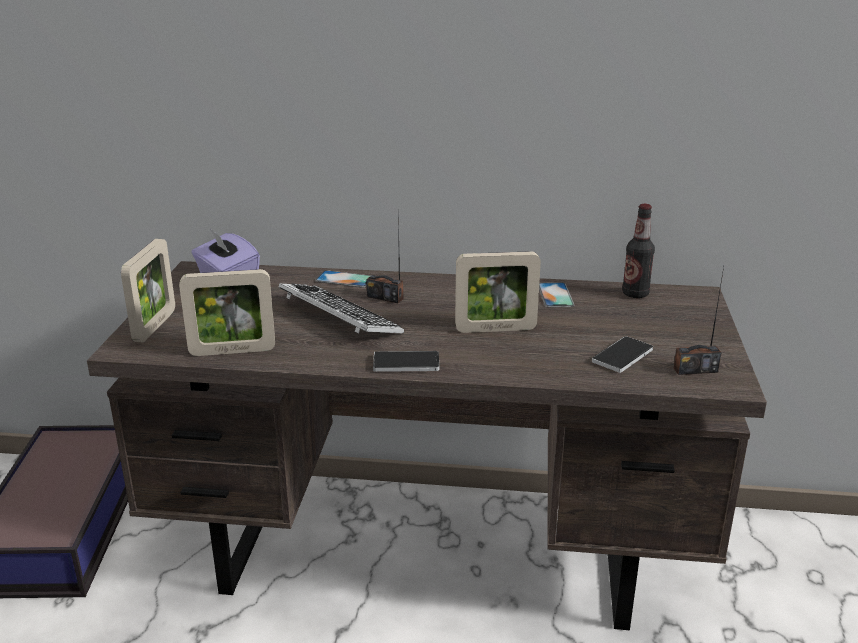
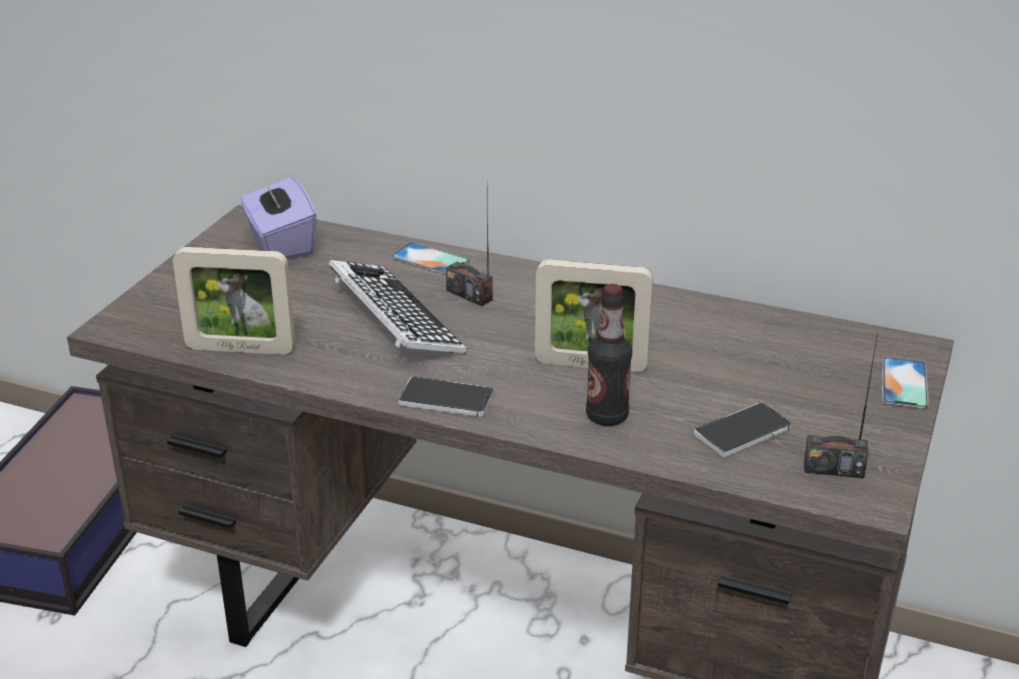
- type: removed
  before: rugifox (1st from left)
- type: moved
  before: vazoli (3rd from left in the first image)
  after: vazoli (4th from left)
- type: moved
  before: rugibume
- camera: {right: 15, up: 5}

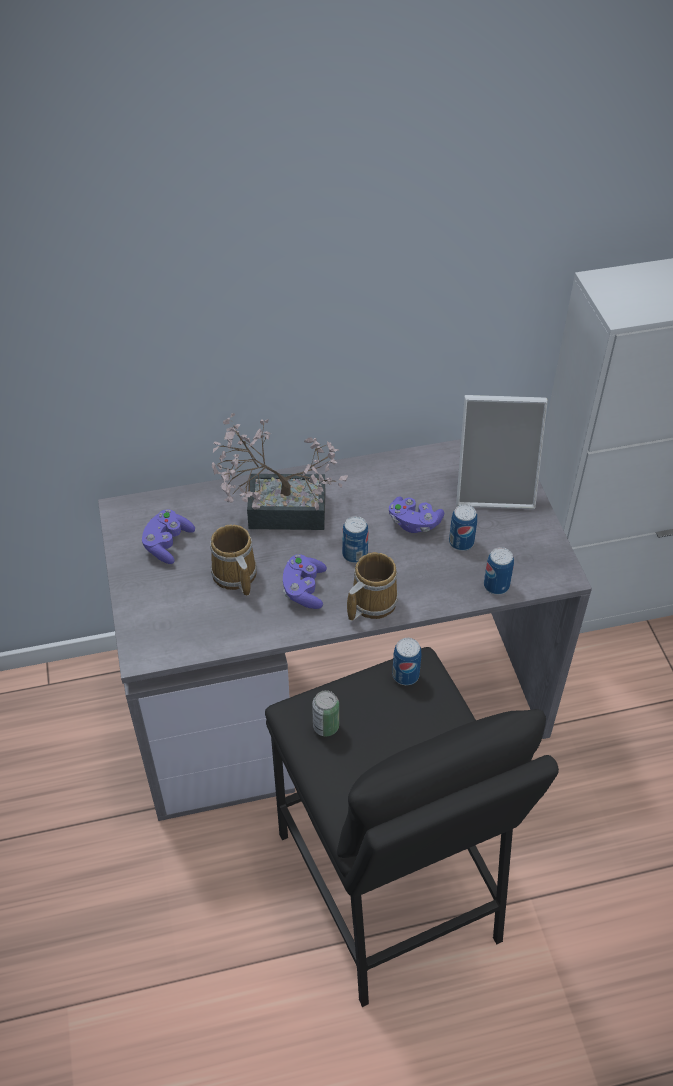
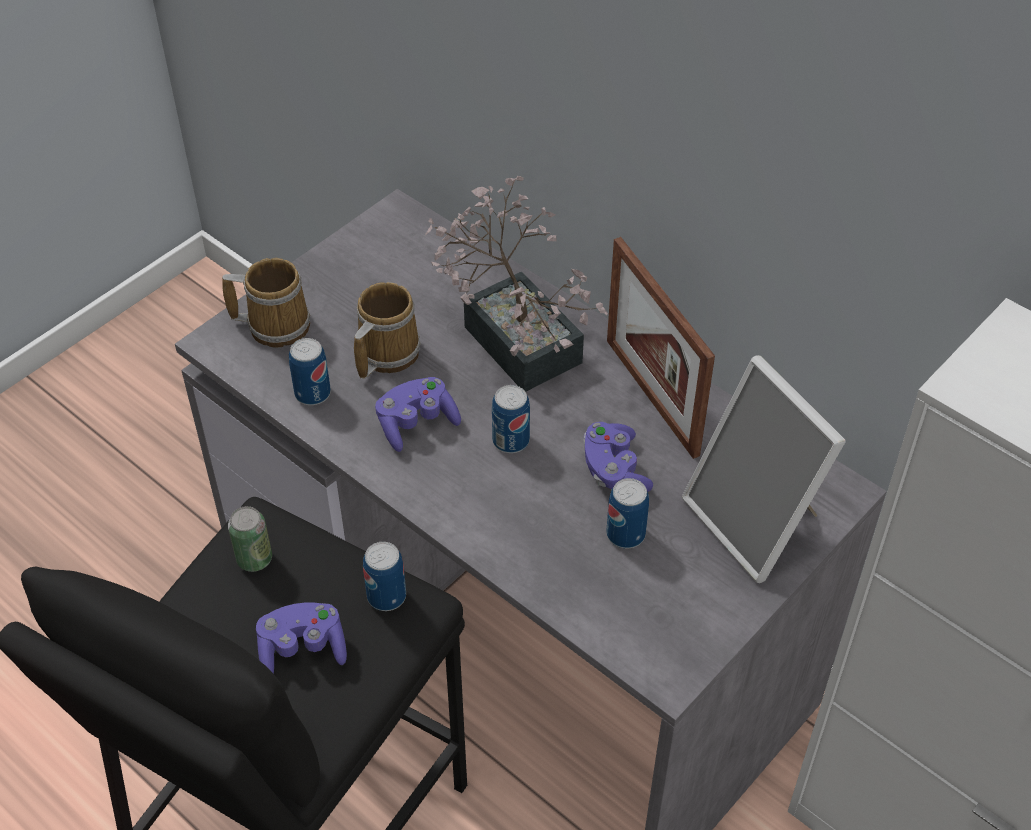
- type: moved
  before: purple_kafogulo (1st from left)
- type: moved
  before: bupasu (2nd from left in the first image)
  after: bupasu (1st from left)
- type: moved
  before: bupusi (5th from left in the first image)
  after: bupusi (2nd from left)
- type: added
  after: rugifox (1st from left)
- camera: {right: 55, up: 0}

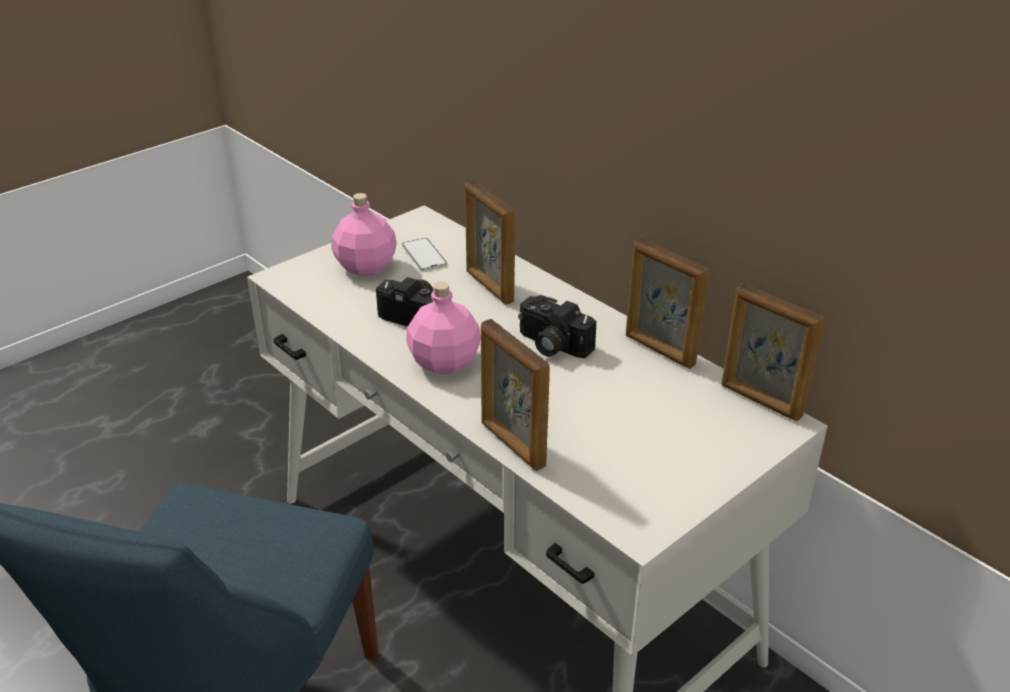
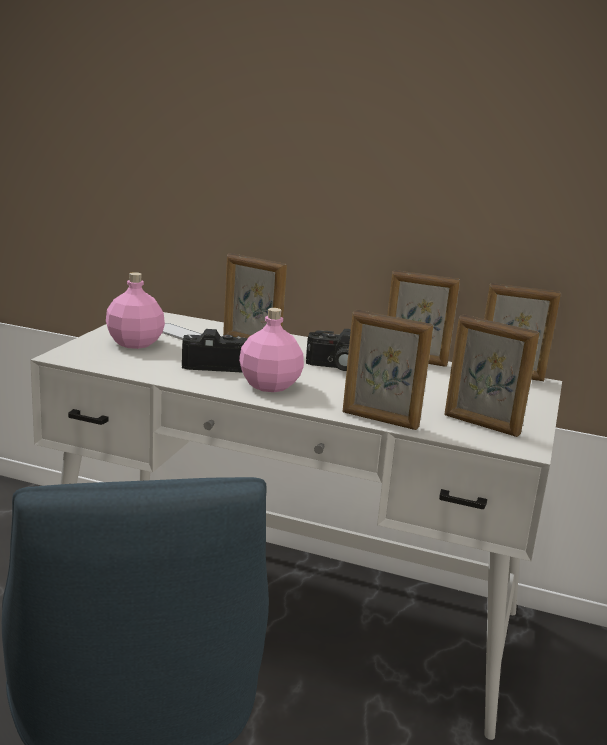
- type: added
  after: rugifox (4th from left)
- camera: {right: -30, up: -15}

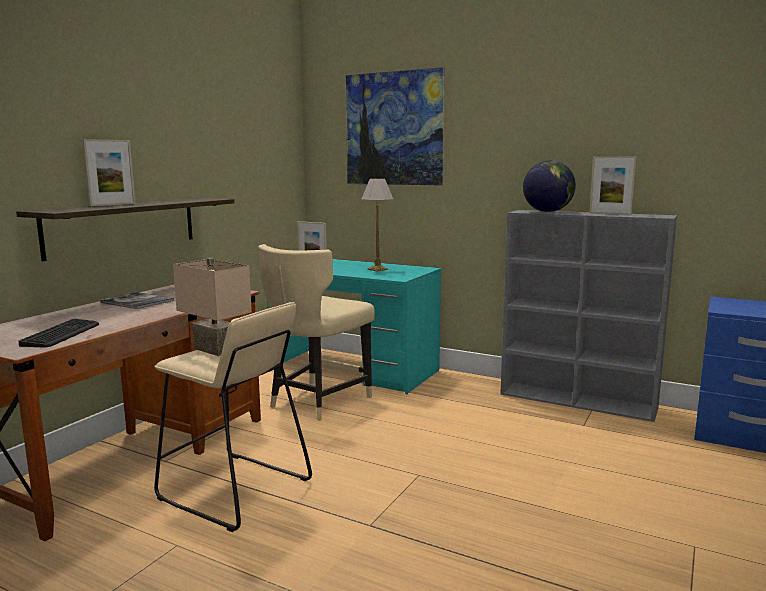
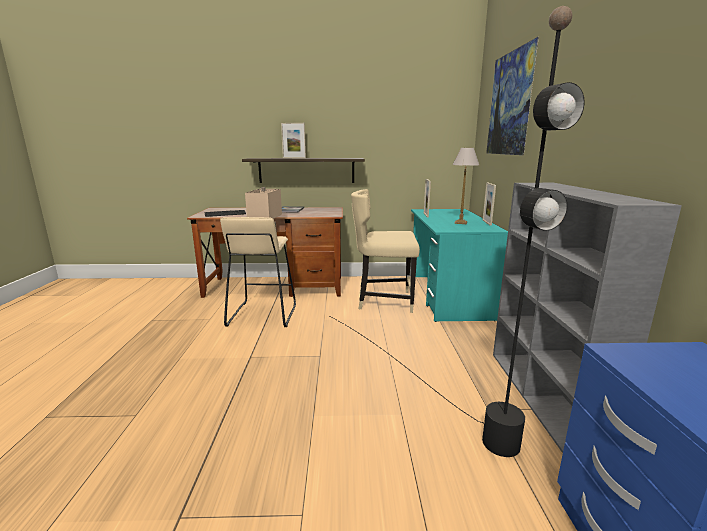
- type: removed
  before: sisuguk
- type: moved
  before: rugifox (3rd from left)
- type: added
  after: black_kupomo
- camera: {right: 60, up: 5}

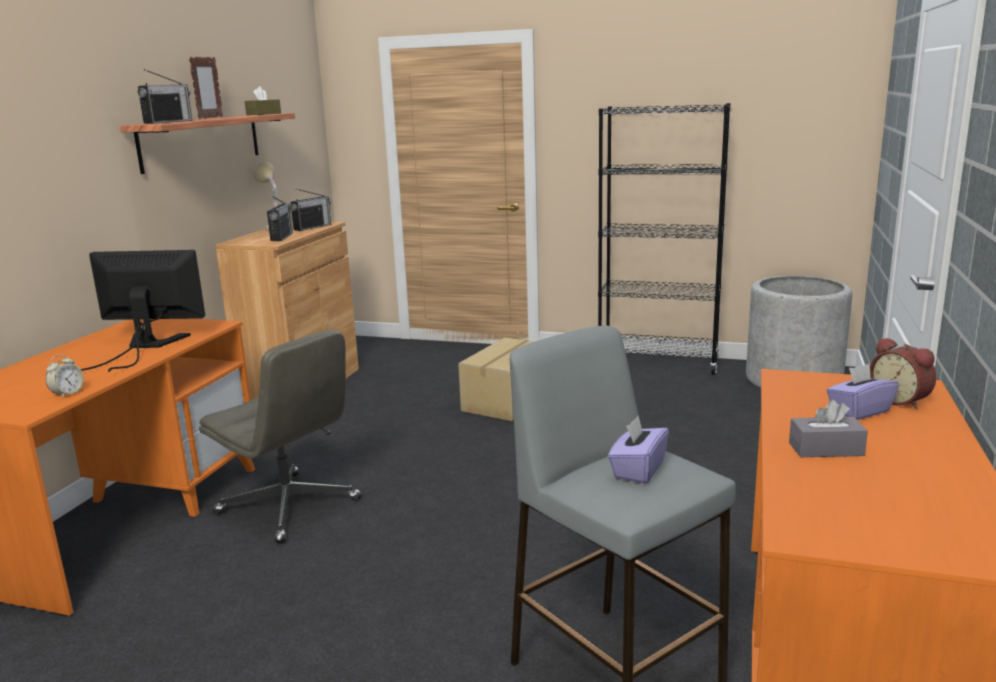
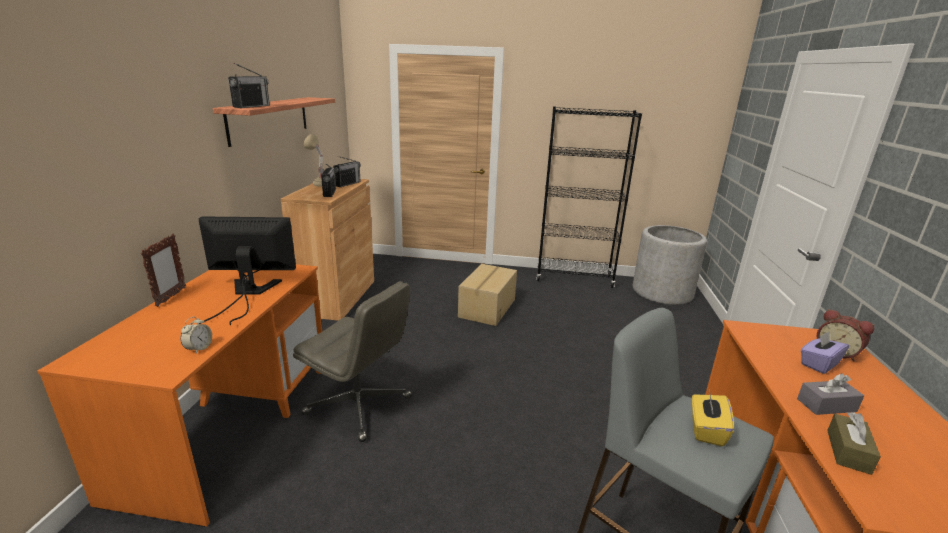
- type: moved
  before: rugifox
- type: moved
  before: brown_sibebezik
- type: recoloured
  before: purple_sibebezik (1st from left)
  after: yellow_sibebezik
- camera: {right: -10, up: 5}

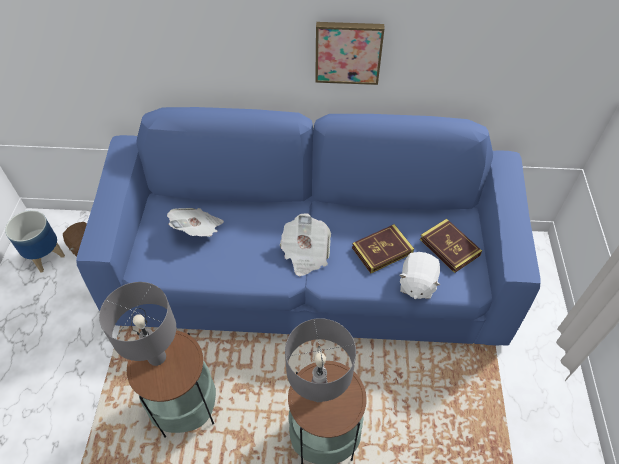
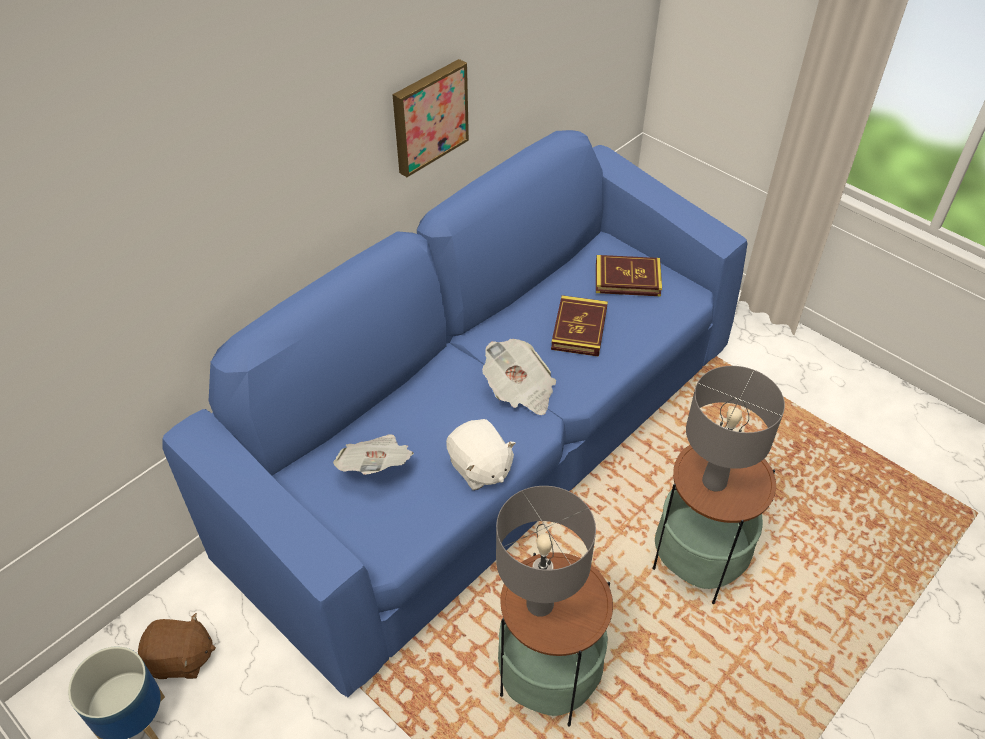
- type: moved
  before: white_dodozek
- camera: {right: -50, up: -5}

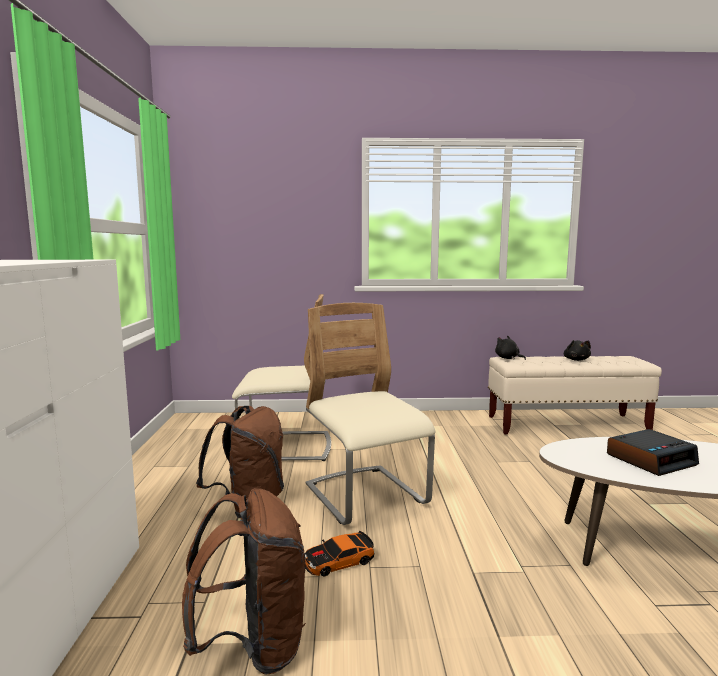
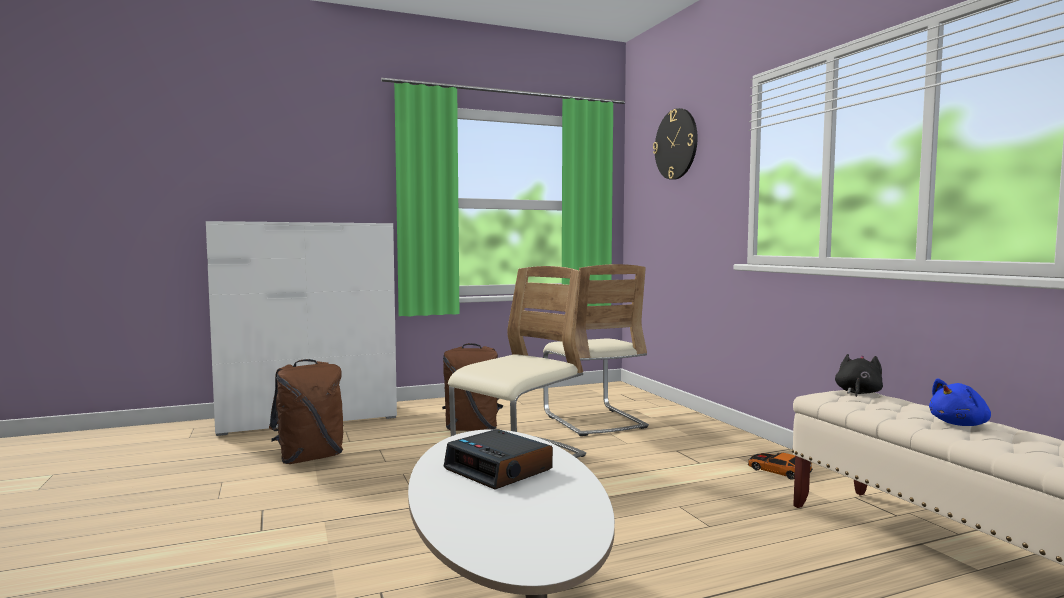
- type: moved
  before: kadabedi
- type: recoloured
  before: black_dodozek (2nd from left)
  after: blue_dodozek
- type: added
  after: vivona
- camera: {right: 70, up: -5}

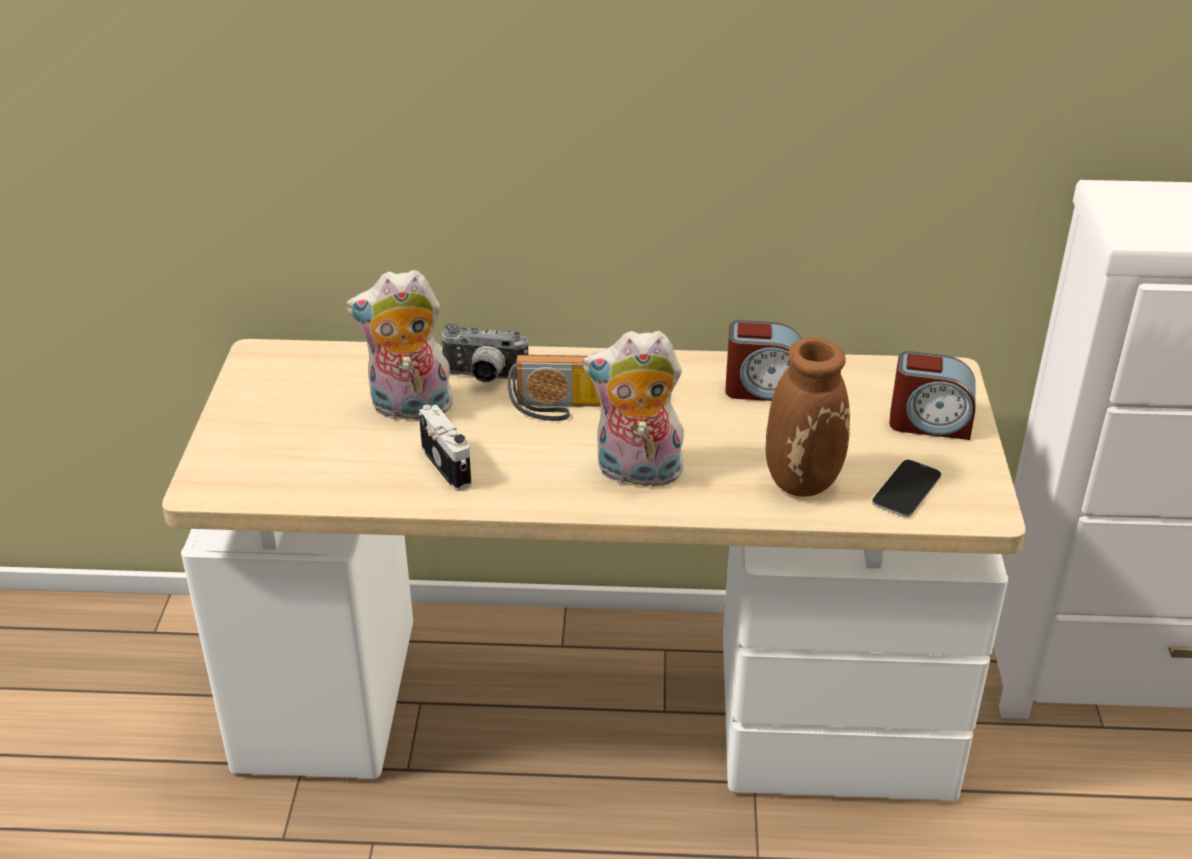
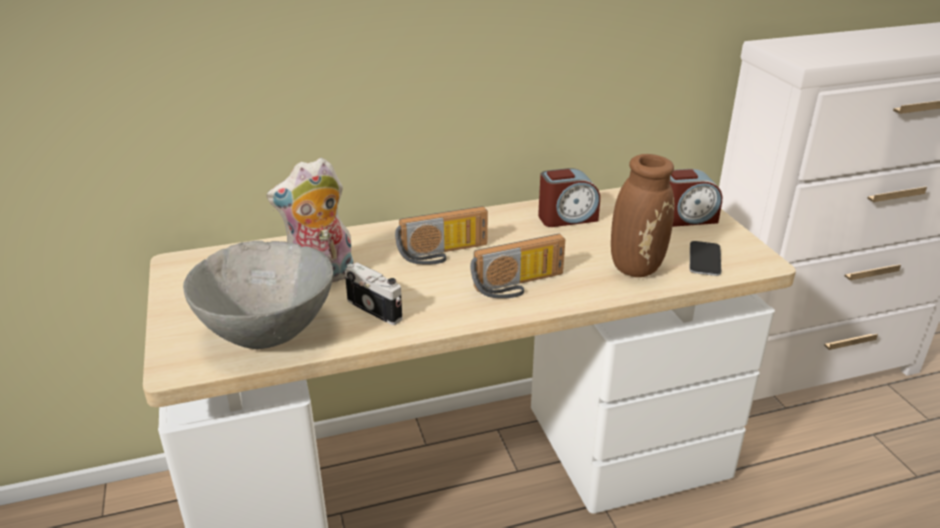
- type: removed
  before: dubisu (2nd from left)
- type: replaced
  before: dodozek (2nd from left)
  after: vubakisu (2nd from left)
- type: added
  after: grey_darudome
- camera: {right: -20, up: -5}

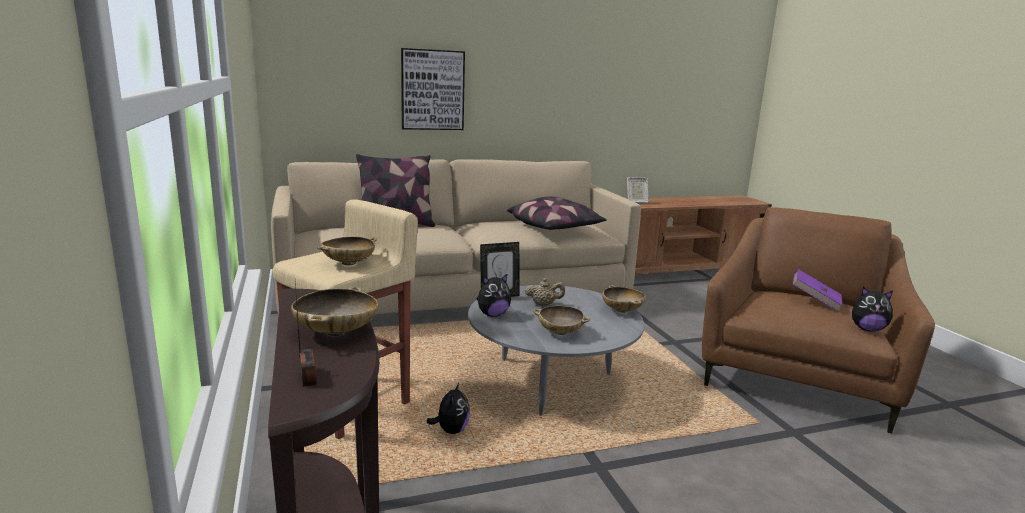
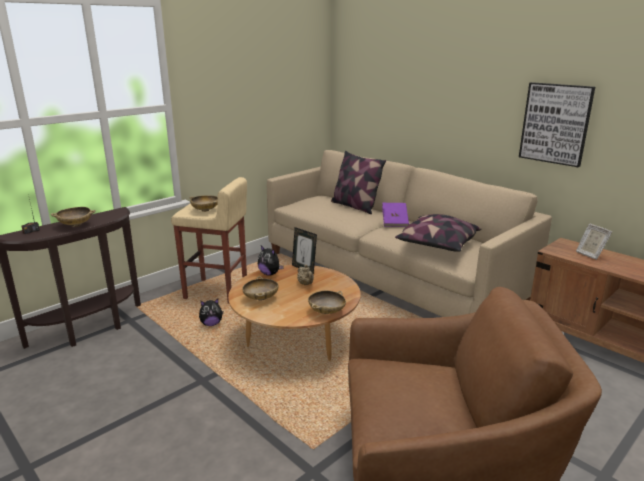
- type: moved
  before: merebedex
- type: recoloured
  before: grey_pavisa
  after: brown_pavisa
- type: moved
  before: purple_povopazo
- type: removed
  before: dodozek (3rd from left)
- camera: {right: 65, up: 5}

